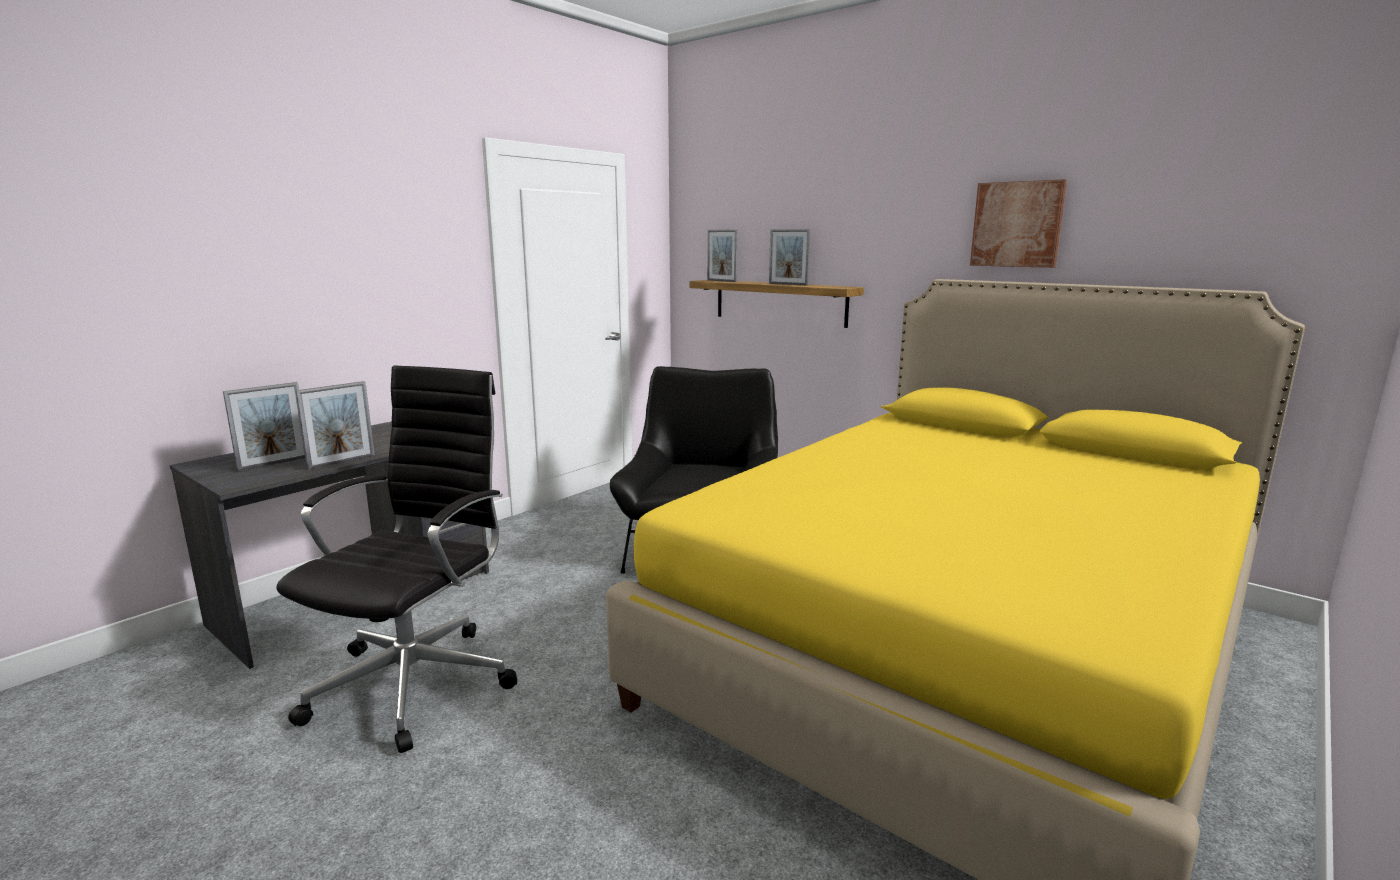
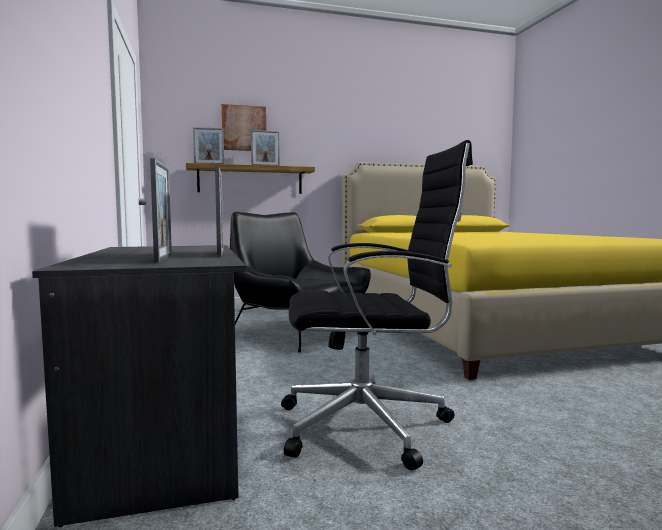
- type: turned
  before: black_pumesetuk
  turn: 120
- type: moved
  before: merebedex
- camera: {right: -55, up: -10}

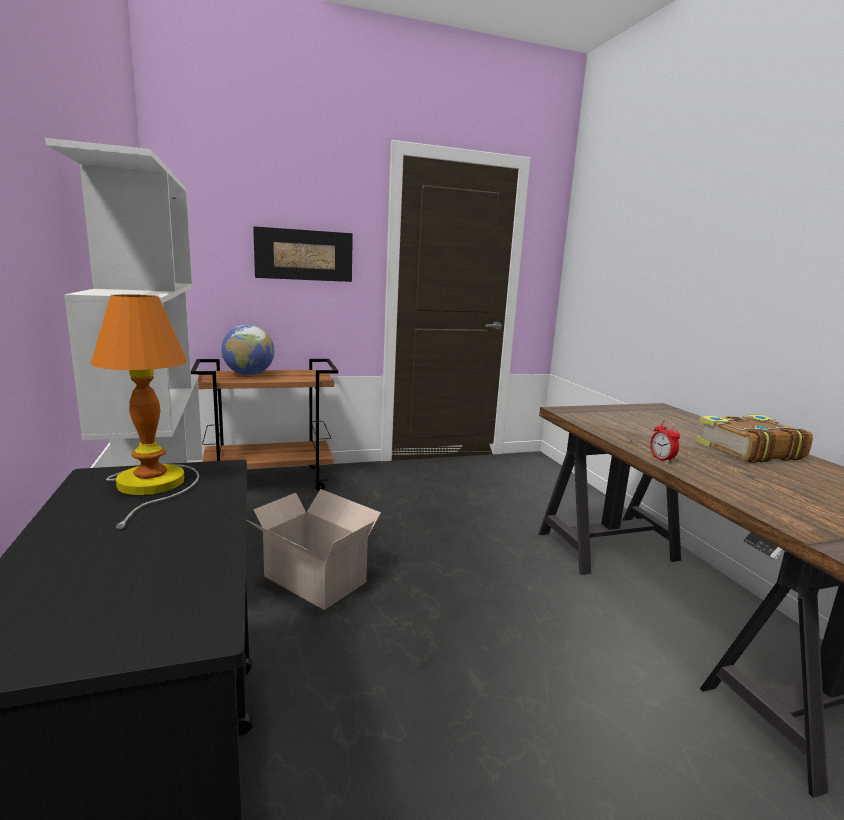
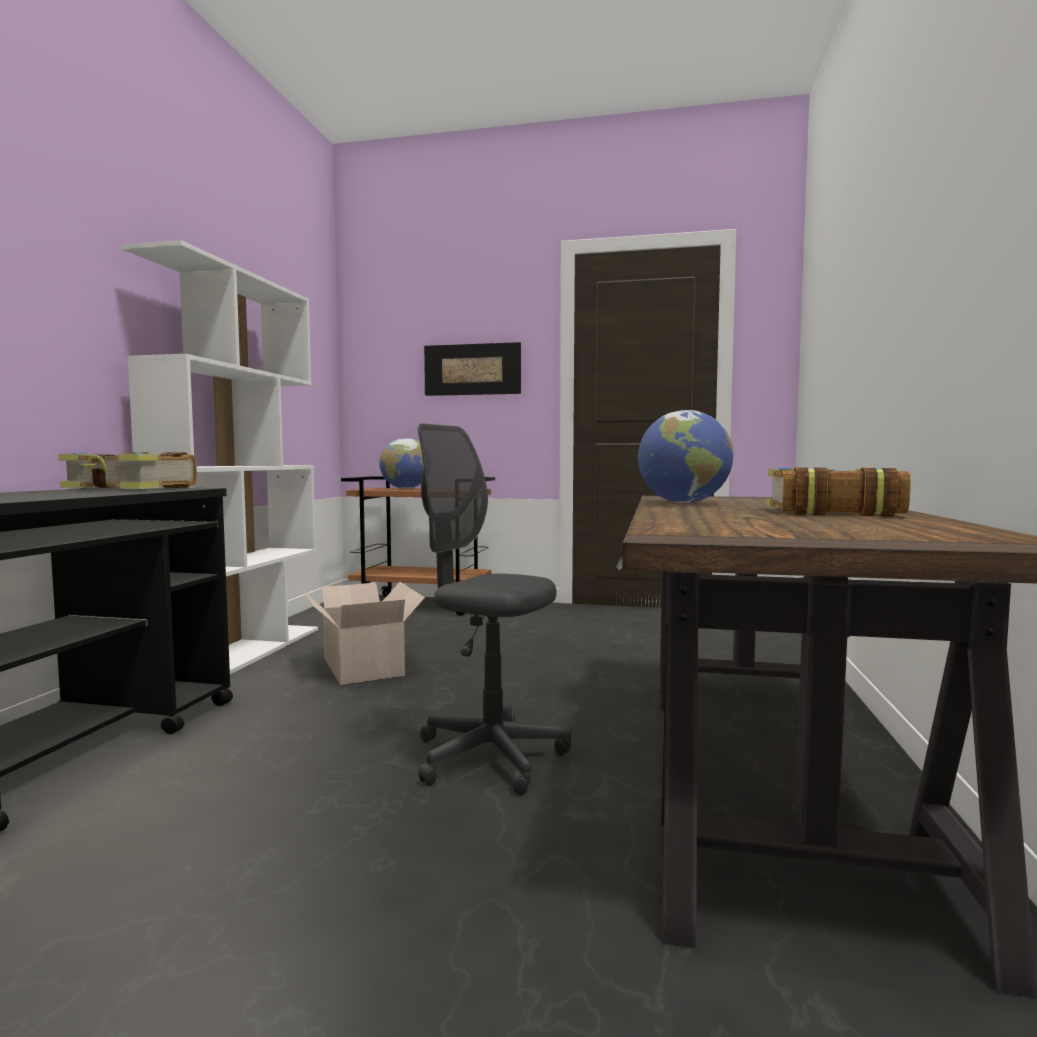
- type: replaced
  before: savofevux
  after: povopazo (1st from left)
- type: removed
  before: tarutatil
- type: added
  after: grey_pumesetuk
- type: added
  after: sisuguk (2nd from left)
- camera: {right: 30, up: -10}

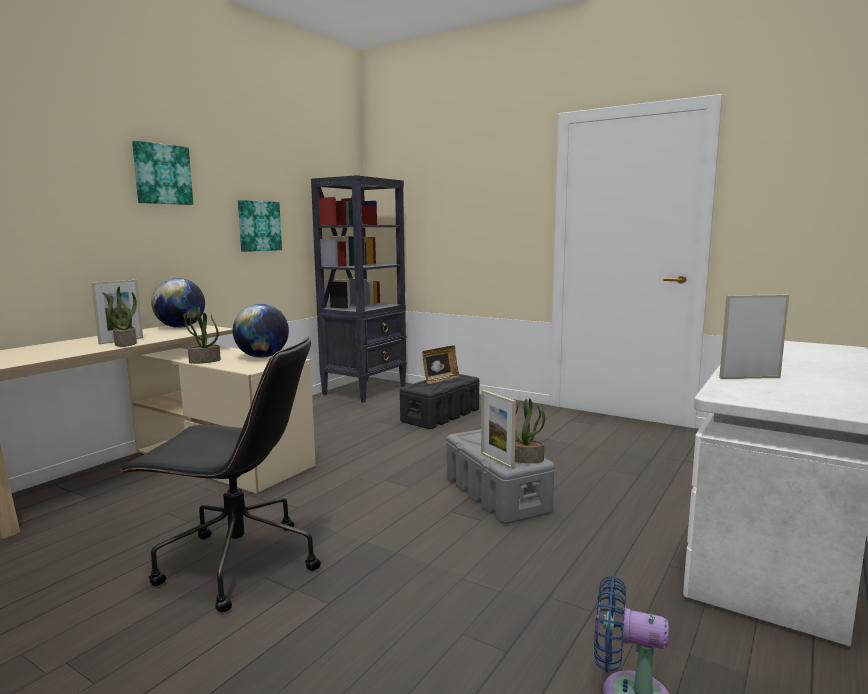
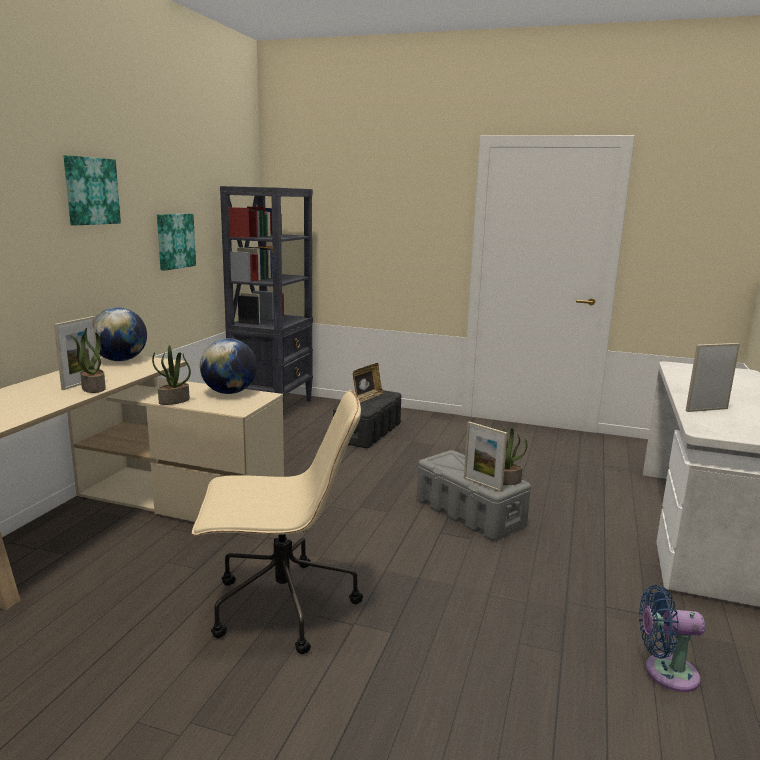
- type: recoloured
  before: black_pumesetuk
  after: beige_pumesetuk
- camera: {right: -15, up: 5}

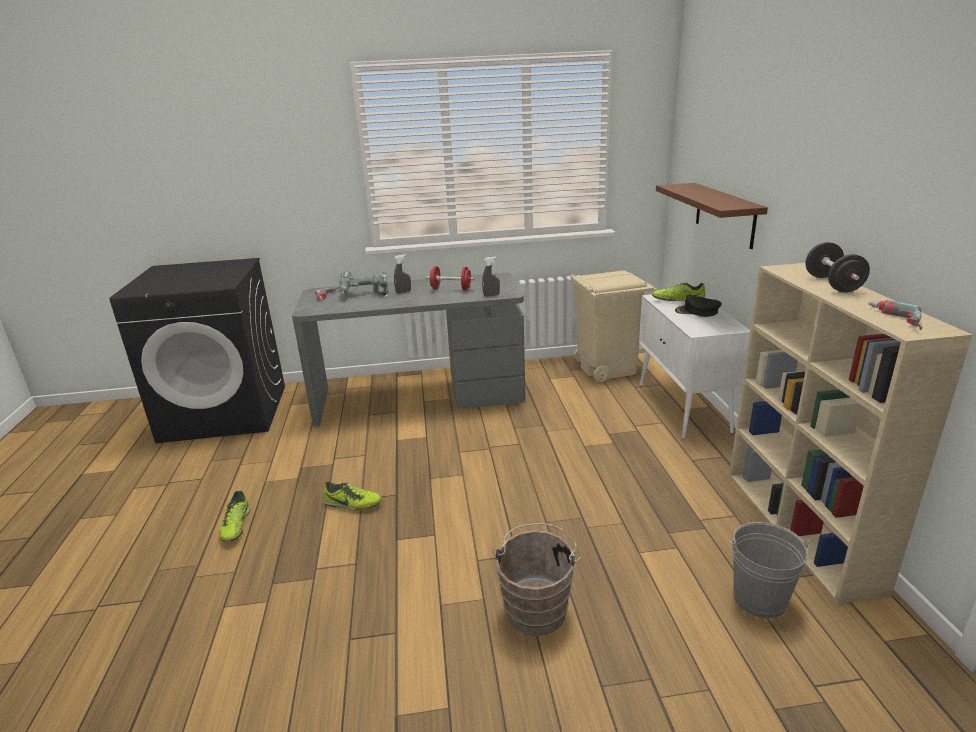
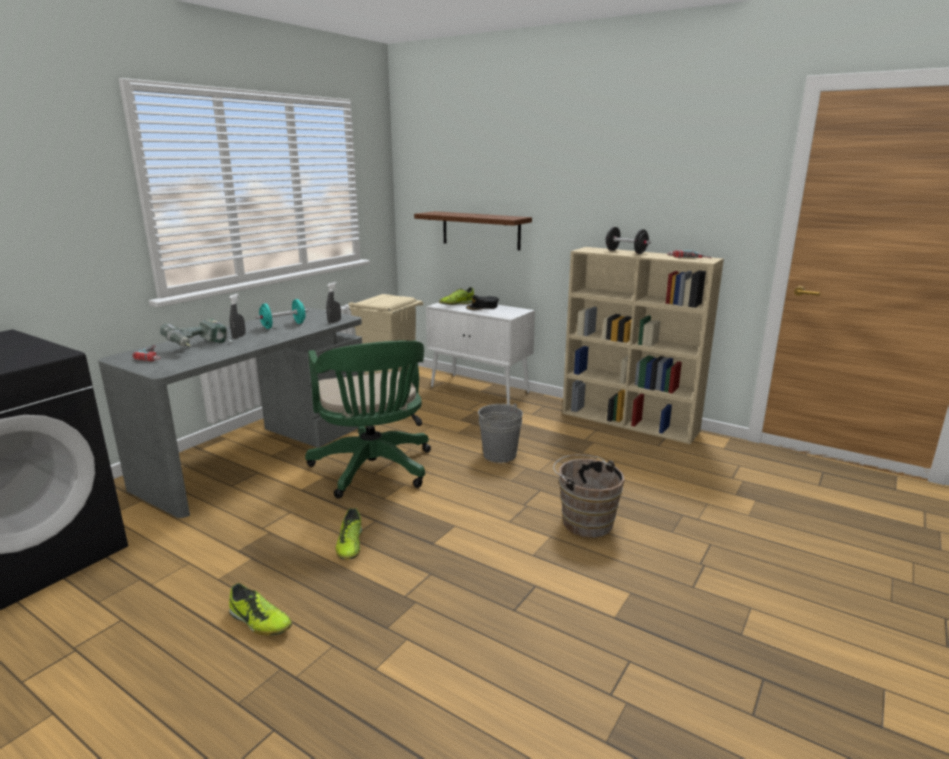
- type: turned
  before: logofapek (2nd from left)
  turn: 120
- type: recoloured
  before: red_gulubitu
  after: turquoise_gulubitu
- type: moved
  before: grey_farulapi
- type: added
  after: green_pumesetuk
- camera: {right: -50, up: -5}

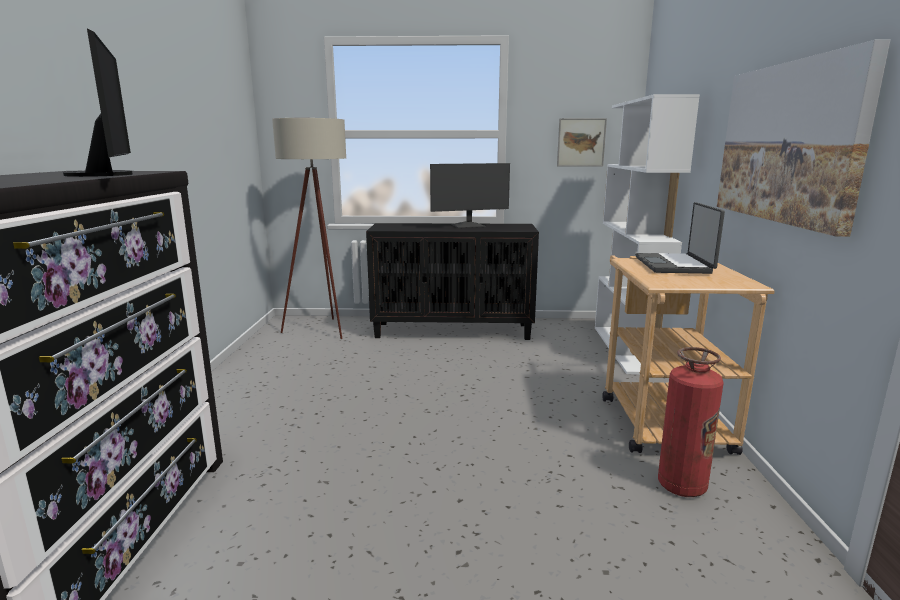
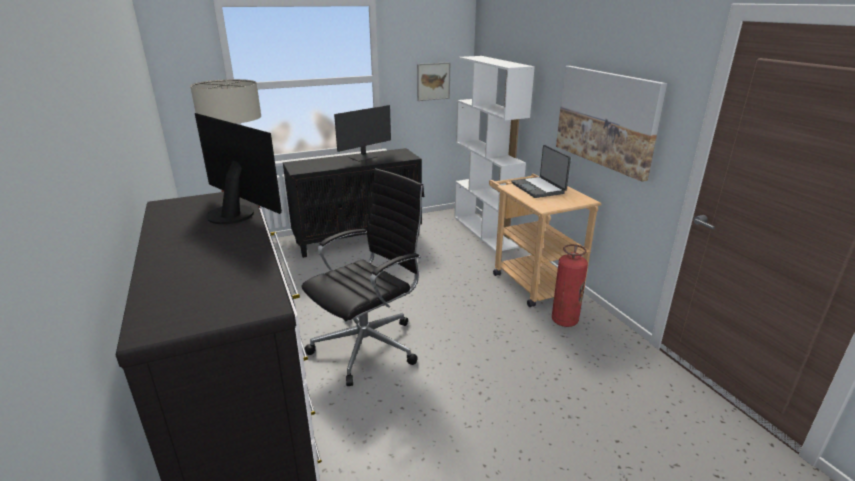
- type: added
  after: black_pumesetuk
- camera: {right: -25, up: 10}

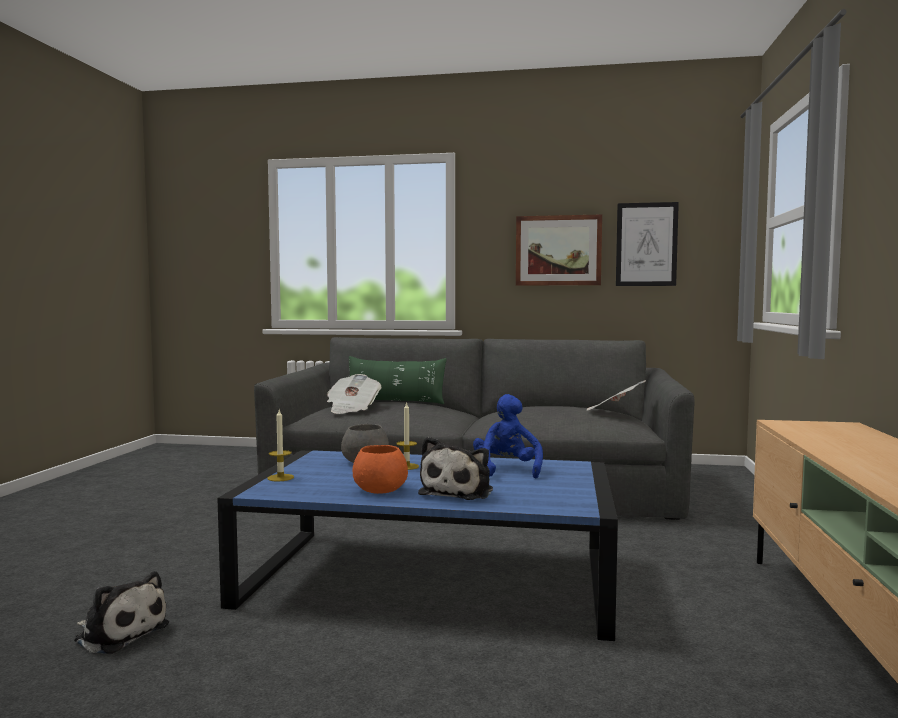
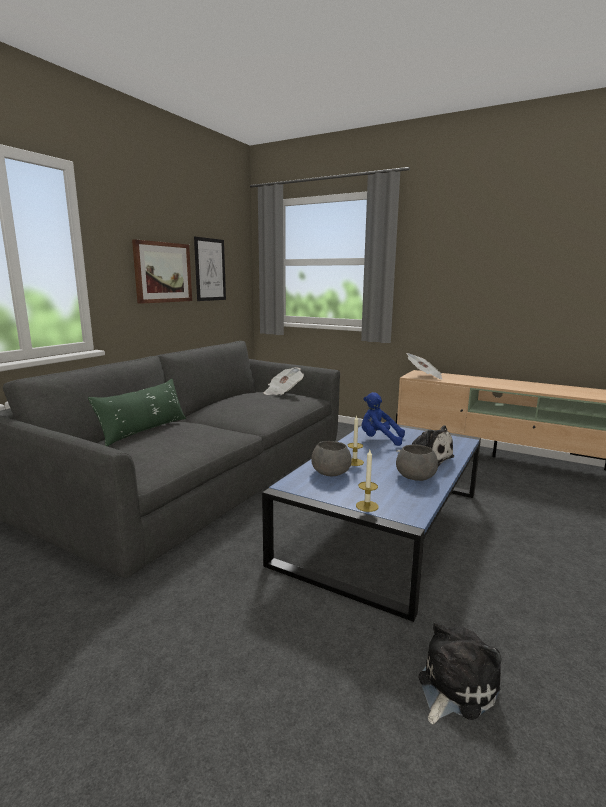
- type: moved
  before: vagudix (1st from left in the first image)
  after: vagudix (2nd from left)
- type: recoloured
  before: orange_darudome
  after: grey_darudome (2nd from left)
- camera: {right: -70, up: 10}

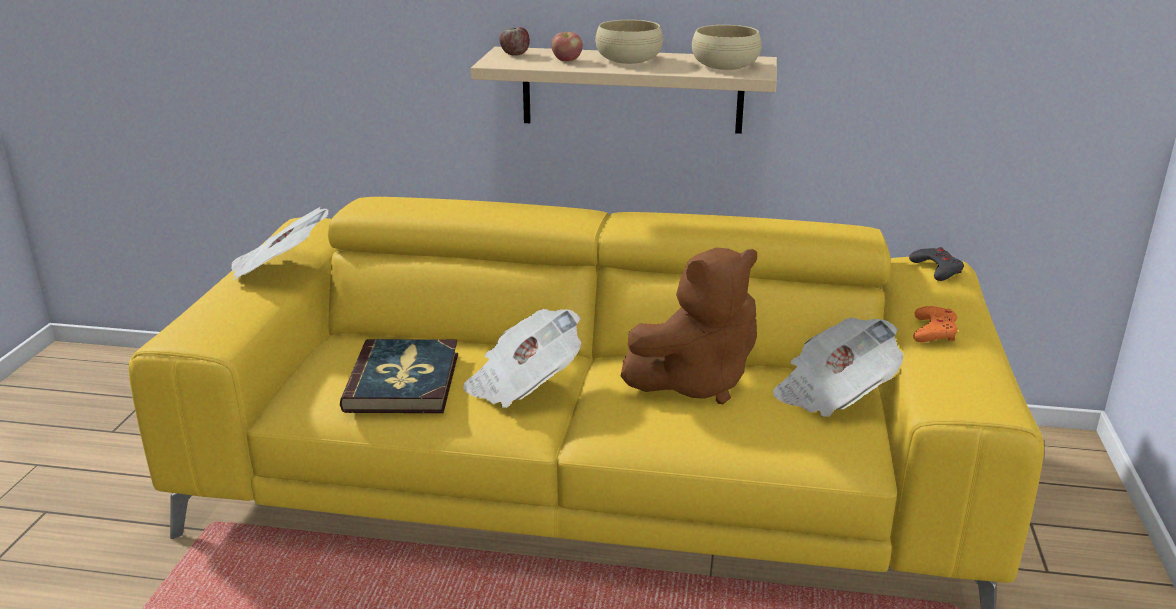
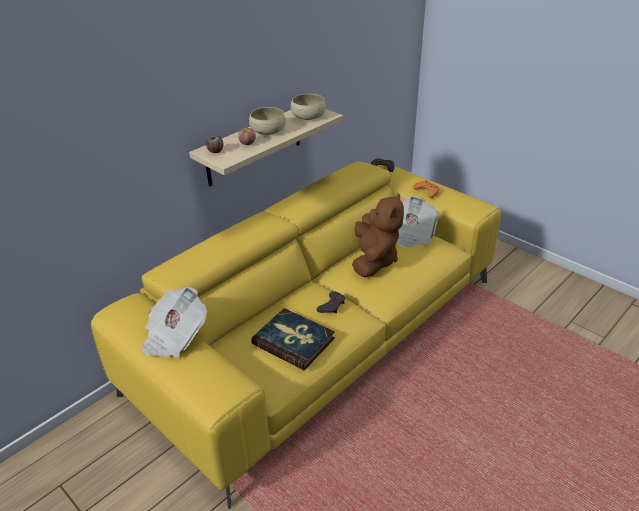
- type: replaced
  before: vagudix (2nd from left)
  after: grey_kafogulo (1st from left)
- camera: {right: -55, up: 10}

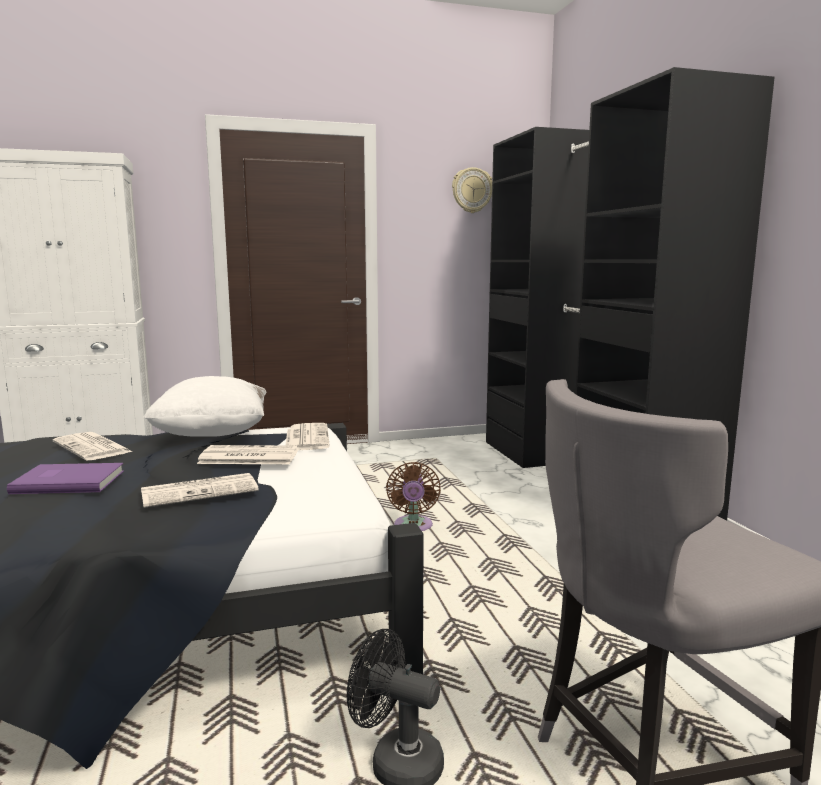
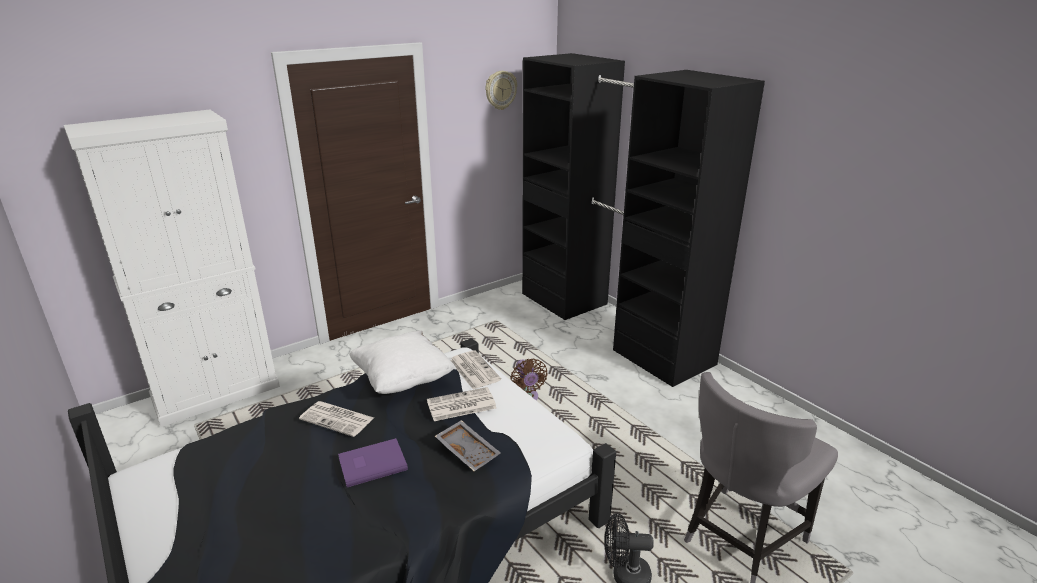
- type: replaced
  before: vagudix (2nd from left)
  after: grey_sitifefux
- camera: {right: -20, up: 15}

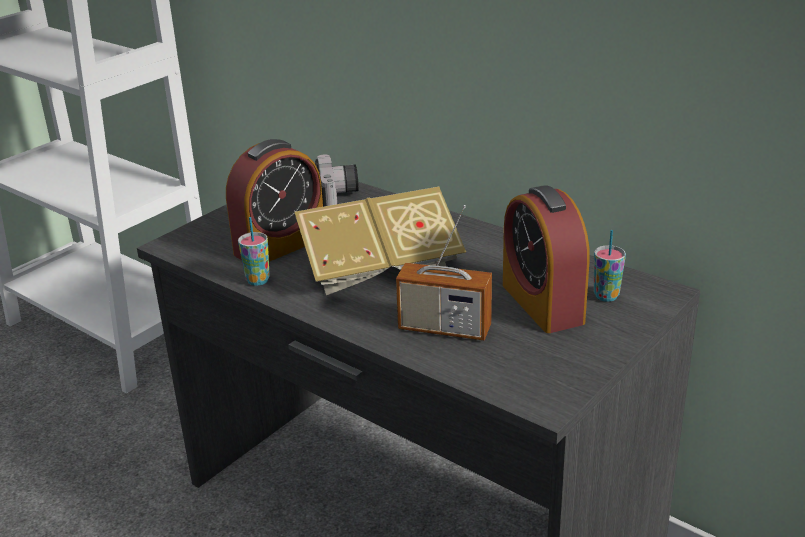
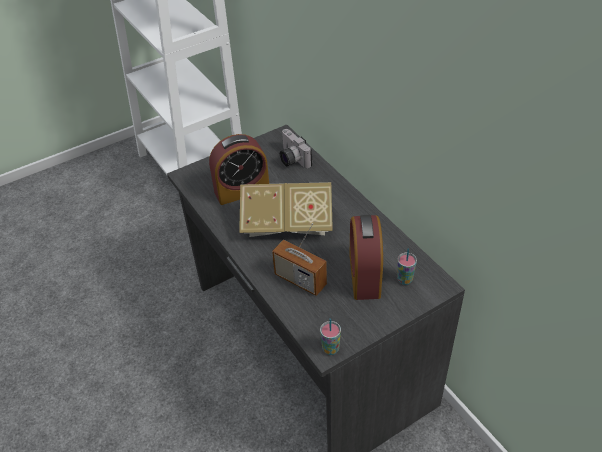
- type: moved
  before: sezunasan (1st from left)
- type: turned
  before: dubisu
  turn: 135
- camera: {right: 20, up: 15}

